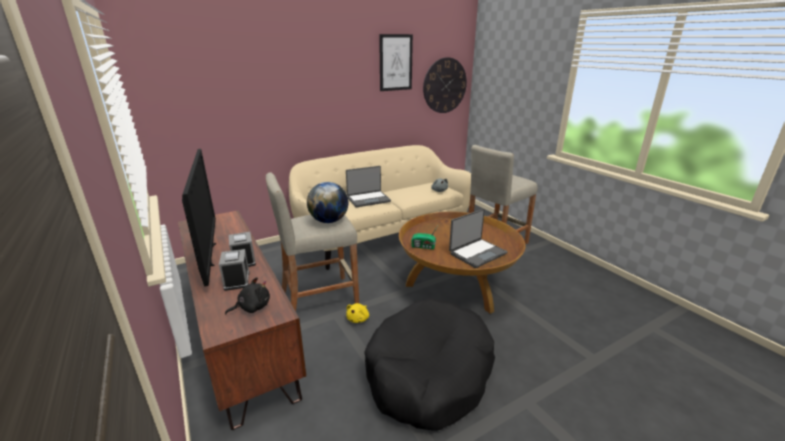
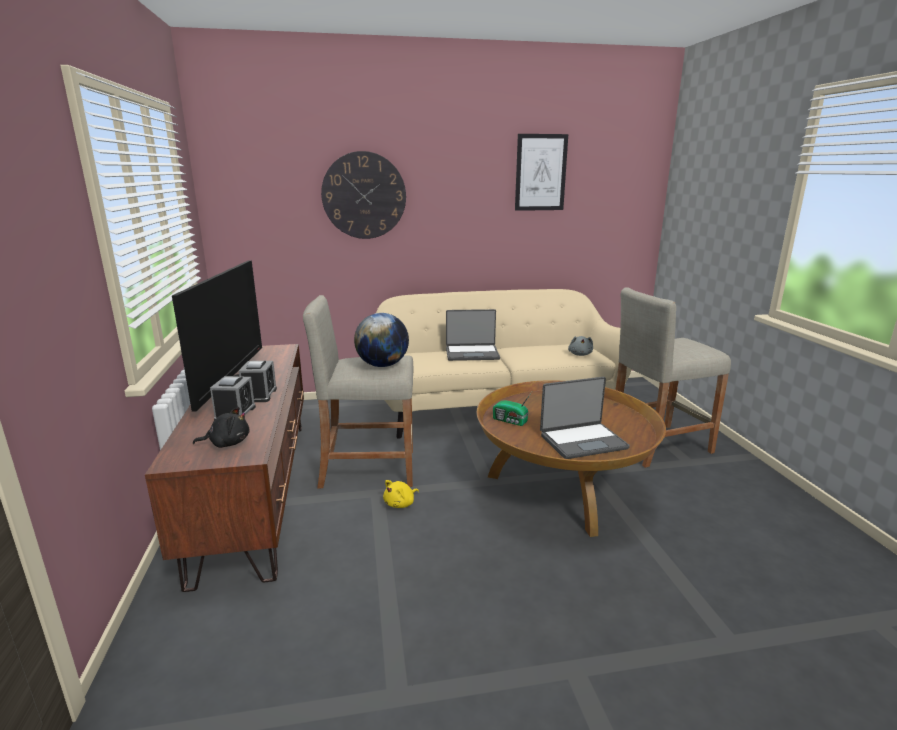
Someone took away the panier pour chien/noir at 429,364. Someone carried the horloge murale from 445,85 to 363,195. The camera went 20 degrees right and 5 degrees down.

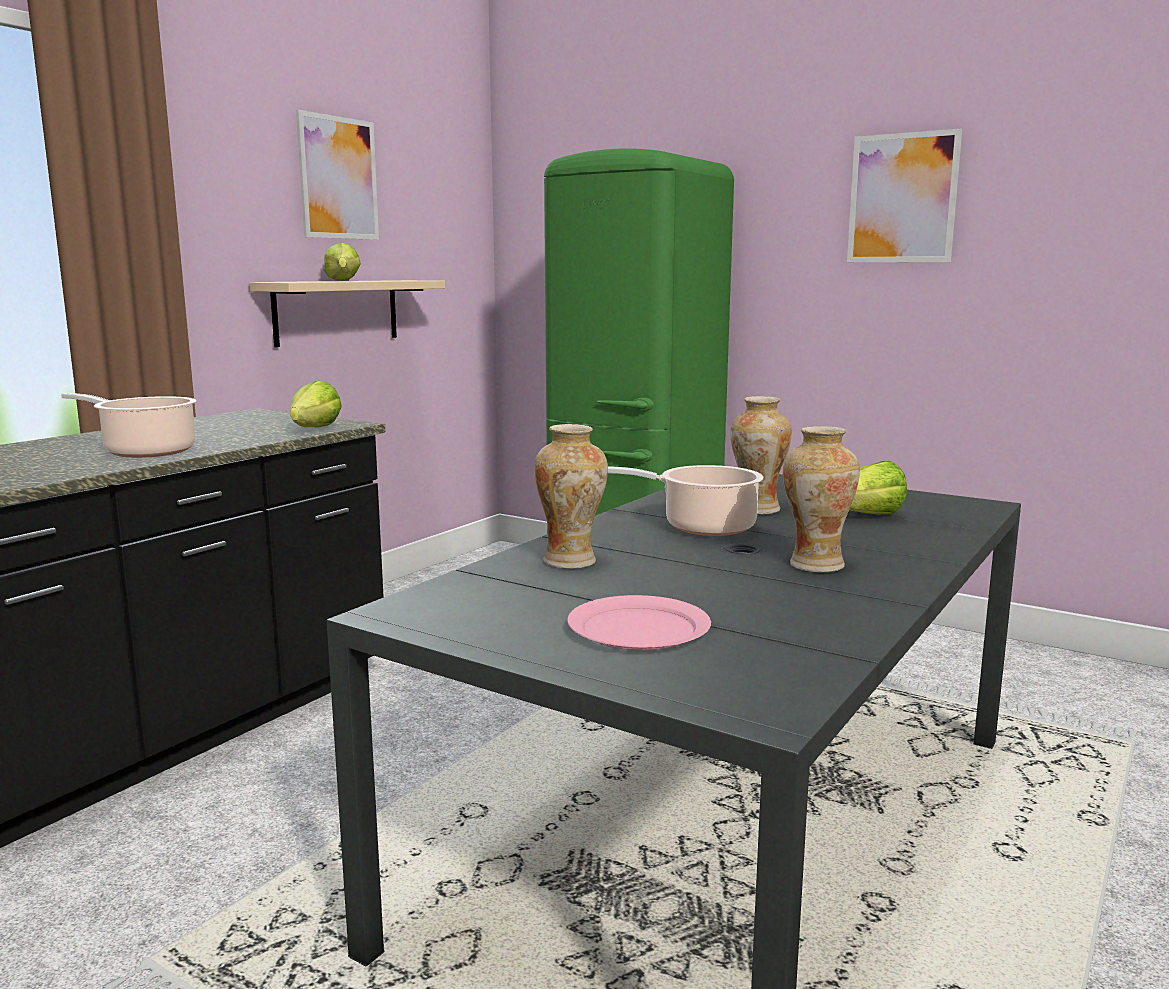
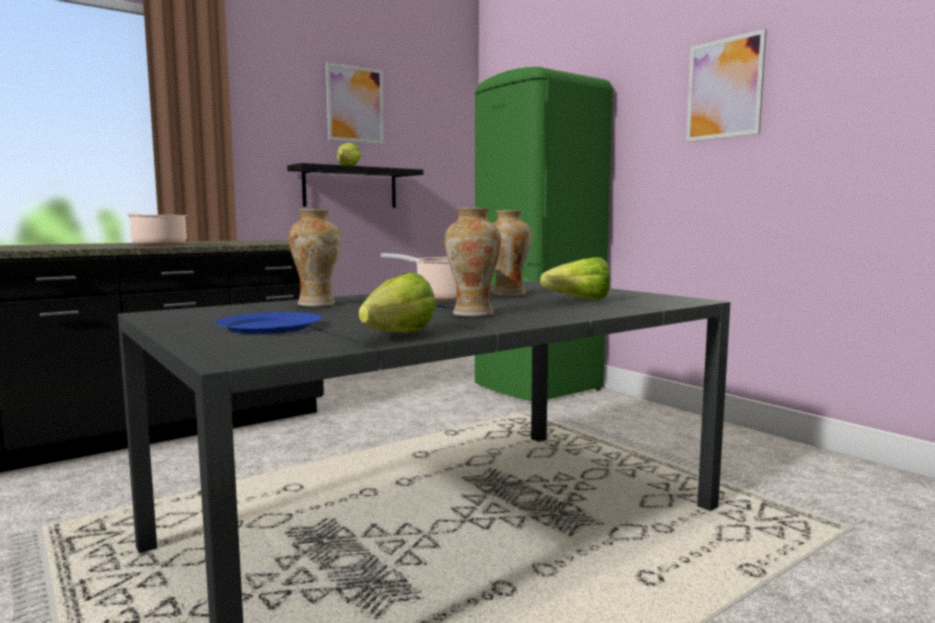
Someone repainted the étagère/beige at 347,313, which became the étagère/noir at 355,185. Someone carried the laitue from 316,404 to 397,302. Someone repainted the assiette/rose at 639,623, which became the assiette/bleu at 269,323. The camera went 20 degrees right and 5 degrees down.

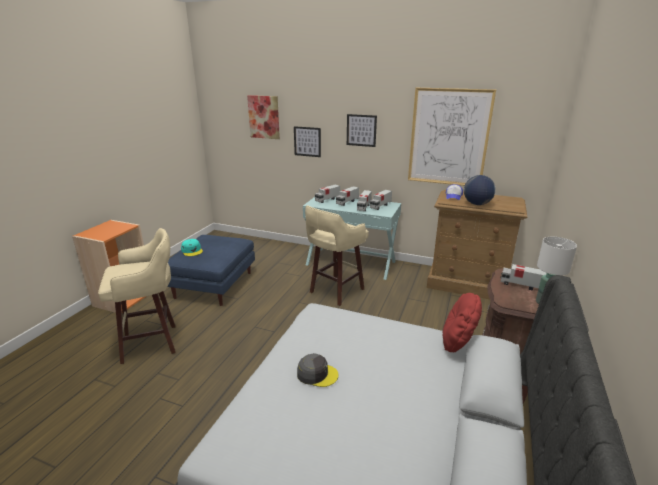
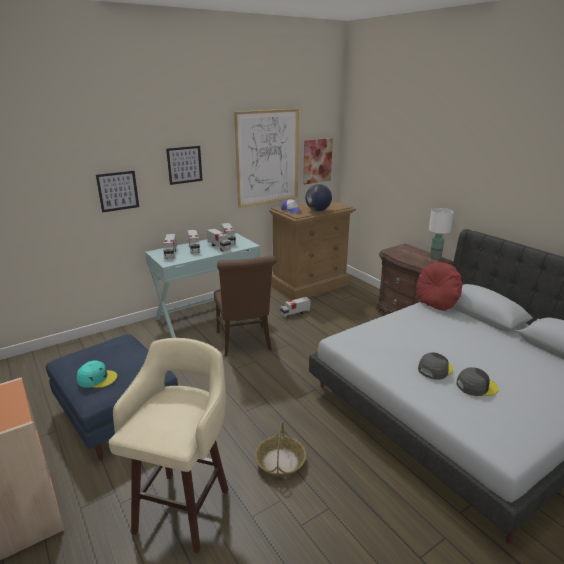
Someone carried the tableau from 263,117 to 318,161. Someone swapped the tabouret/beige at 337,256 for the chaise/marron at 245,306. Someone carried the camion jouet from 523,277 to 295,307. Someone put down the panier at 280,449. Someone put down the casquette/gris at 477,381. The camera went 55 degrees left and 0 degrees up.

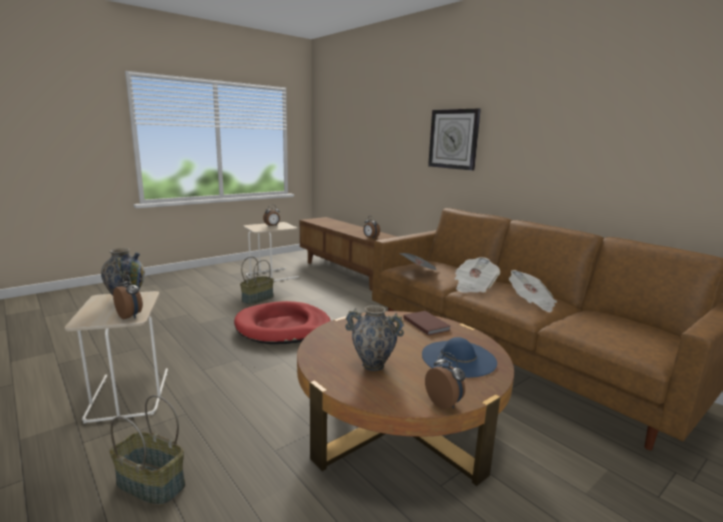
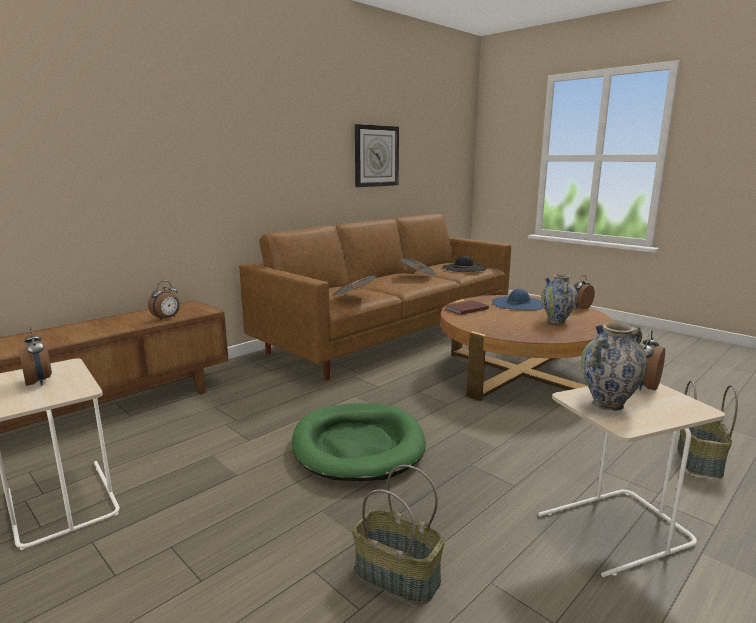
Someone repainted the panier pour chien/rouge at 282,322, which became the panier pour chien/vert at 359,442. Someone carried the panier from 257,281 to 398,535. Someone carried the horloge murale from 454,140 to 377,155. Someone took away the journal at 477,275. Someone put down the chapeau/noir at 464,264. The camera went 95 degrees left and 0 degrees up.

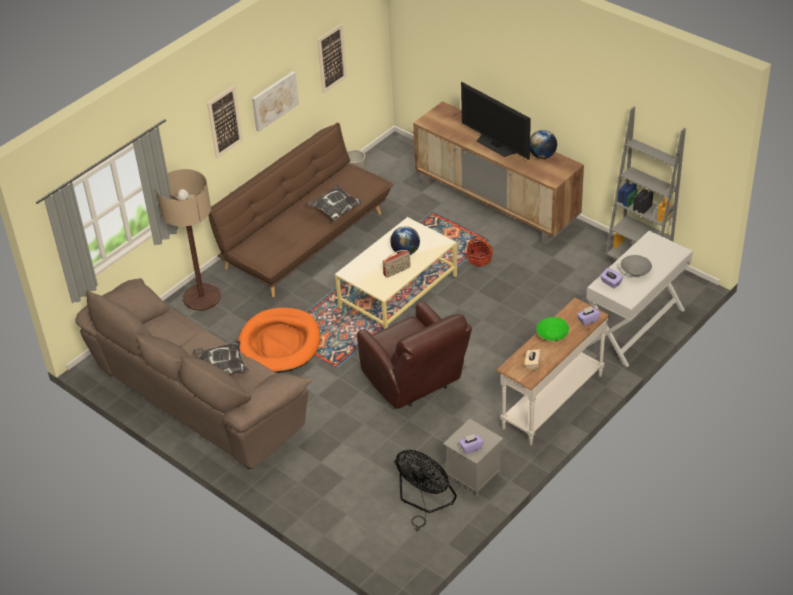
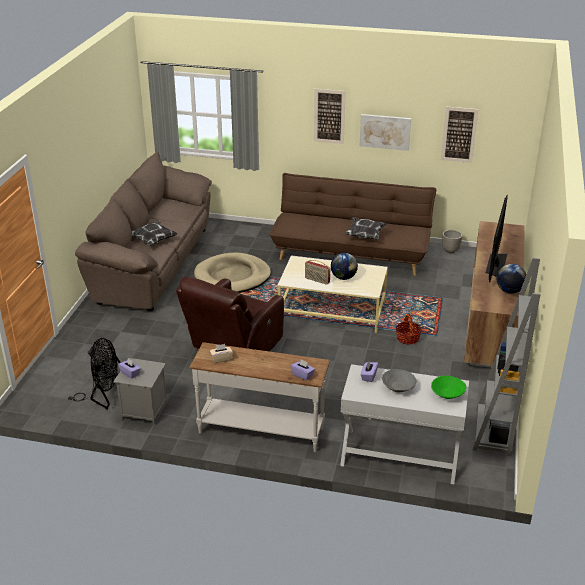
Someone took away the lampadaire at 188,240. Someone repainted the panier pour chien/orange at 279,340, which became the panier pour chien/beige at 232,273. Someone carried the bol/vert from 552,329 to 448,387. The camera went 60 degrees right and 10 degrees down.

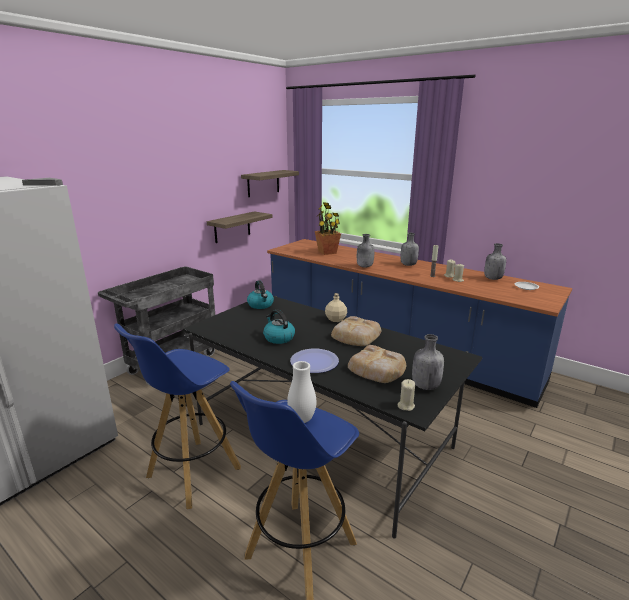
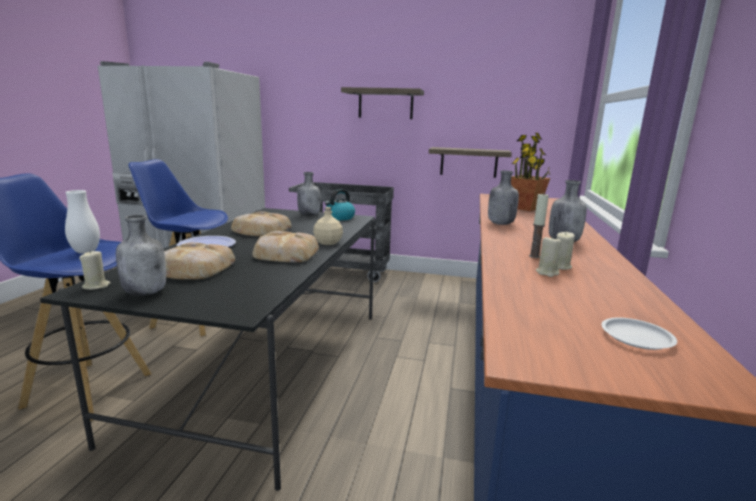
Someone carried the étagère from 270,183 to 382,103. Someone swapped the bouilloire at 279,327 for the pain at 261,223. Someone carried the bouteille/gris from 495,261 to 308,194. The camera went 65 degrees right and 5 degrees down.

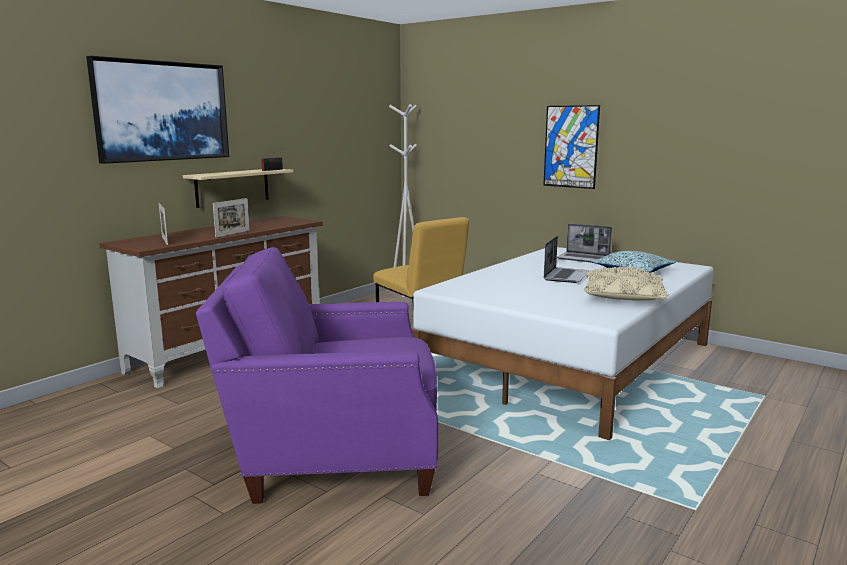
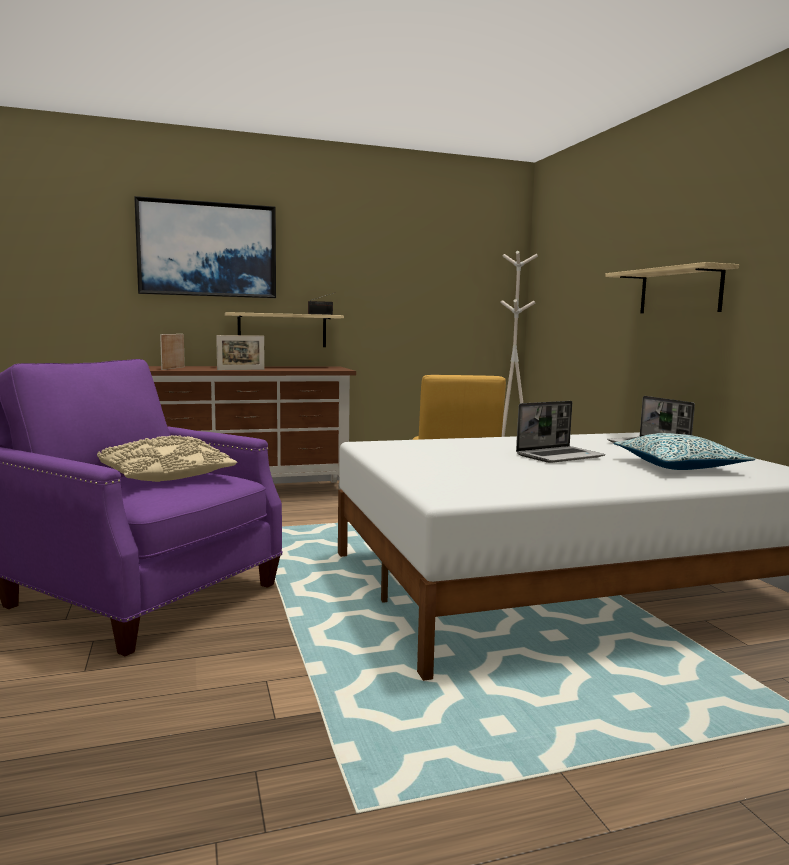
Someone swapped the tableau at 571,147 for the étagère at 672,287. Someone carried the coussin/beige from 626,283 to 167,458. The camera went 35 degrees right and 5 degrees down.

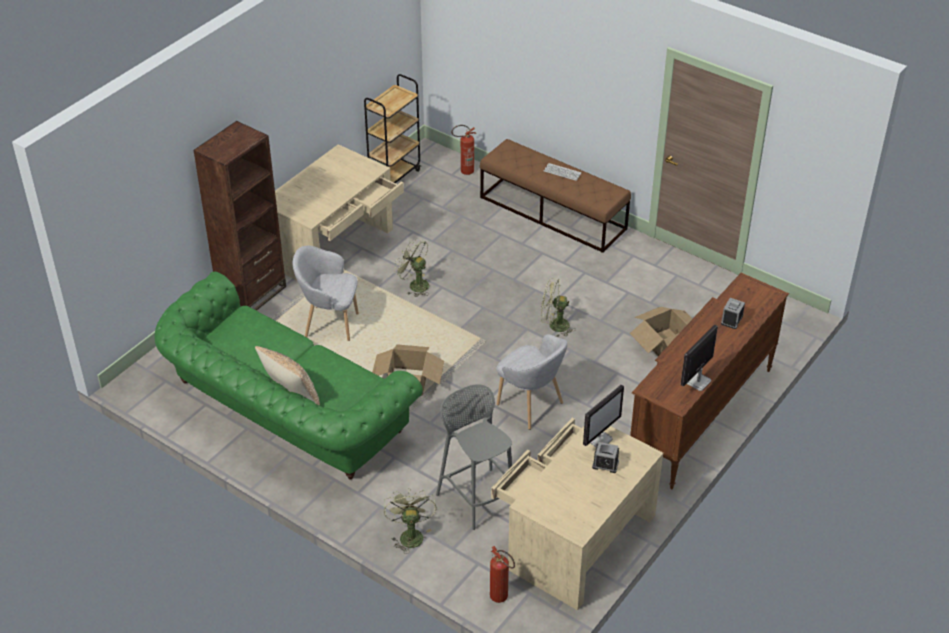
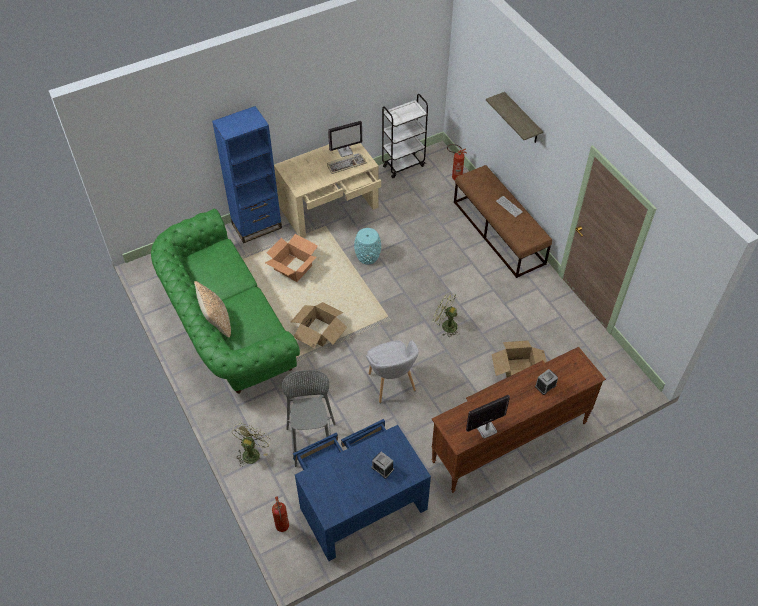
Someone repainted the bibliothèque/marron at 239,216, which became the bibliothèque/bleu at 247,174. Someone swapped the fauteuil/gris at 326,293 for the carton at 291,258. Someone repainted the chariot/marron at 392,128, which became the chariot/blanc at 405,136. Someone swapped the ventilateur/vert at 411,267 for the tabouret/turquoise at 367,246. Someone repainted the bureau/beige at 577,514, which became the bureau/bleu at 362,490. Someone carried the écran d'ordinateur from 603,416 to 345,139. Someone put down the clavier at 347,163. Someone put up the étagère at 514,117. The camera went 25 degrees right and 10 degrees up.

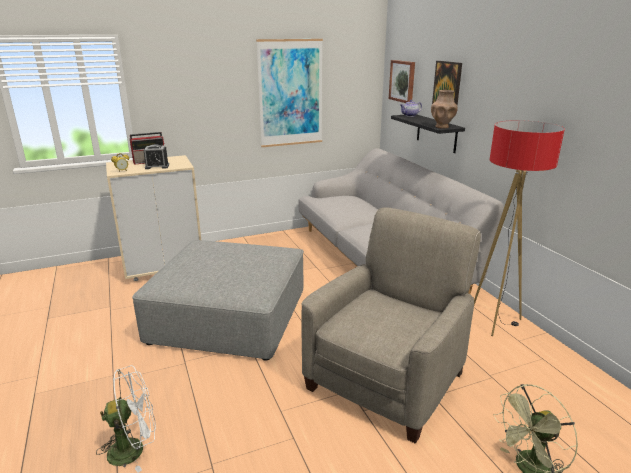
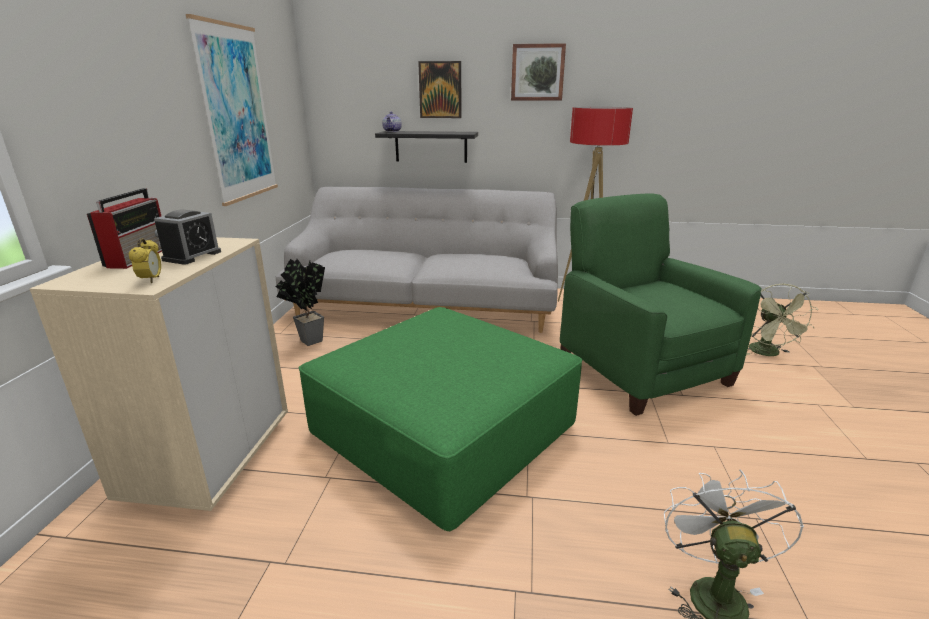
Someone repainted the pouf/gris at 218,300, which became the pouf/vert at 440,419. Someone repainted the fauteuil/beige at 391,325, which became the fauteuil/vert at 661,305. Someone carried the tableau from 402,81 to 538,71. Someone took away the vase/marron at 444,109. Someone put down the plante en pot at 300,302. The camera went 60 degrees left and 0 degrees up.

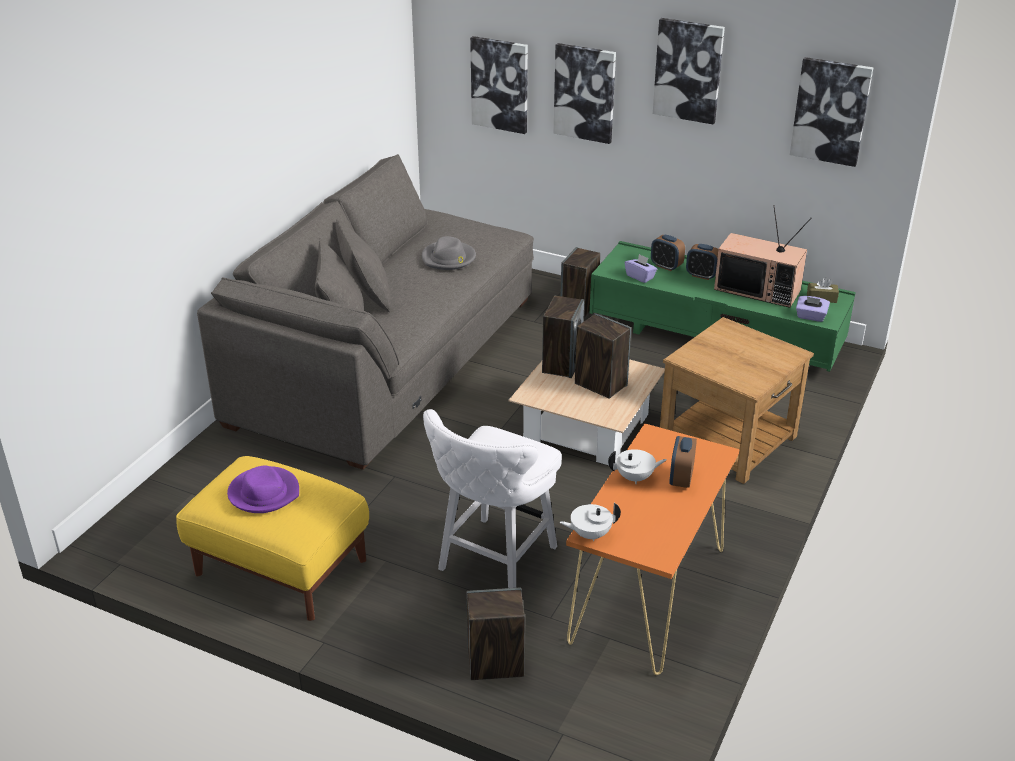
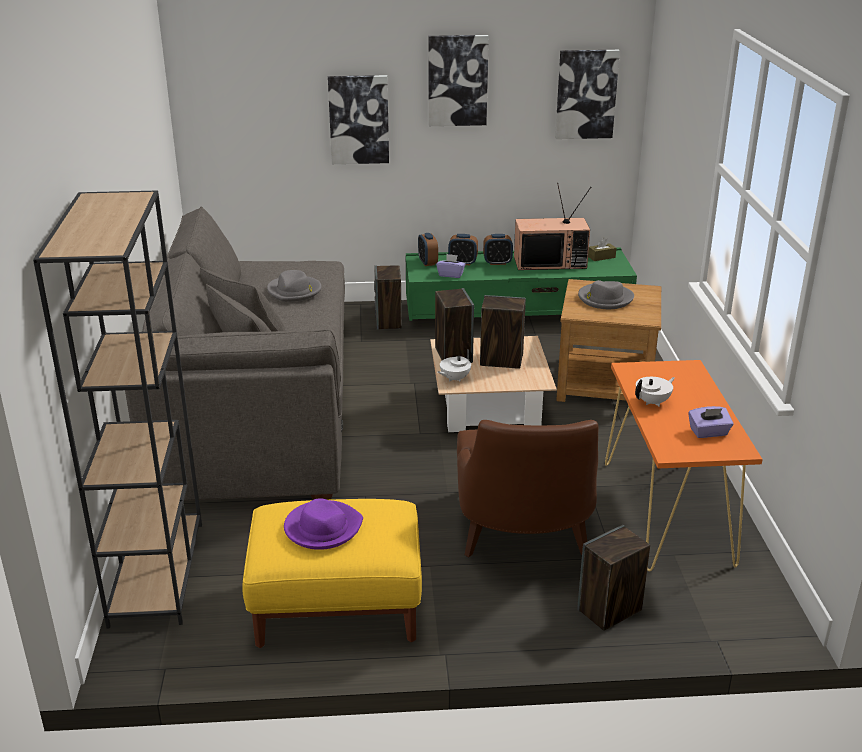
Someone swapped the tabouret/blanc at 492,498 for the fauteuil/marron at 528,488. Someone took away the tableau at 499,85. Someone carried the théière/blanc from 590,522 to 454,365. Someone carried the réveil from 683,462 to 428,249. Someone carried the boîte à mouchoirs/violet from 813,309 to 711,422. Someone put down the bibliothèque at 117,409. Someone put down the chapeau/gris at 606,294. The camera went 30 degrees left and 5 degrees down.

